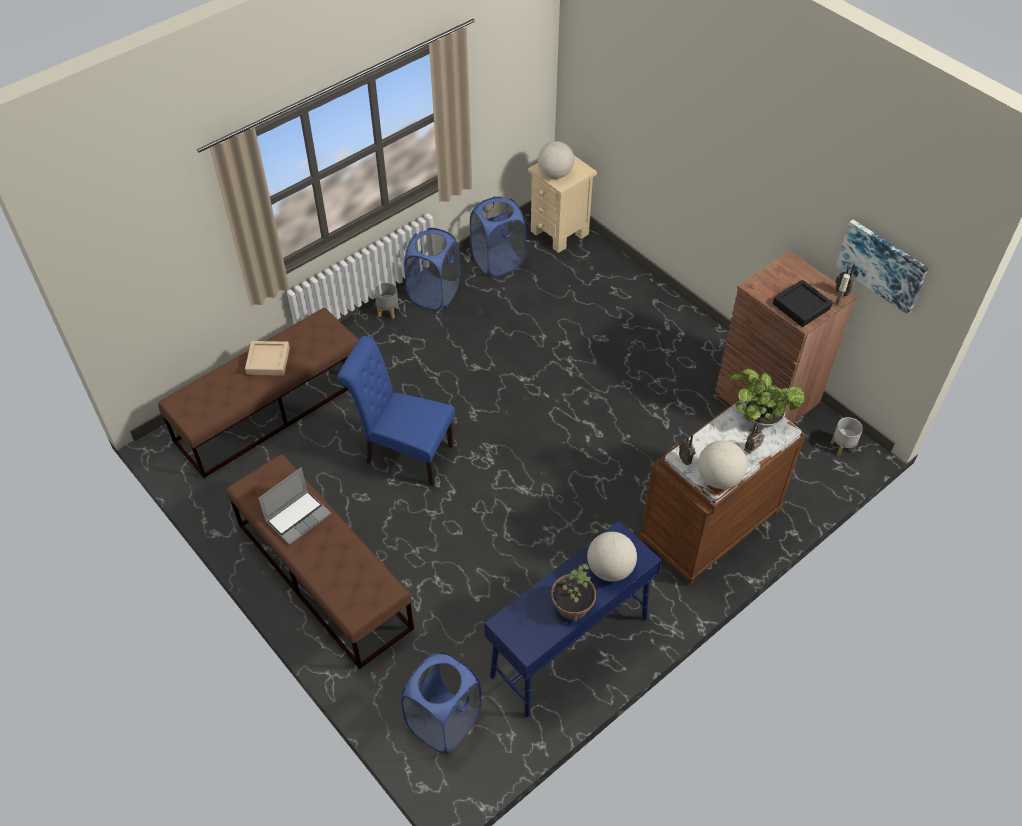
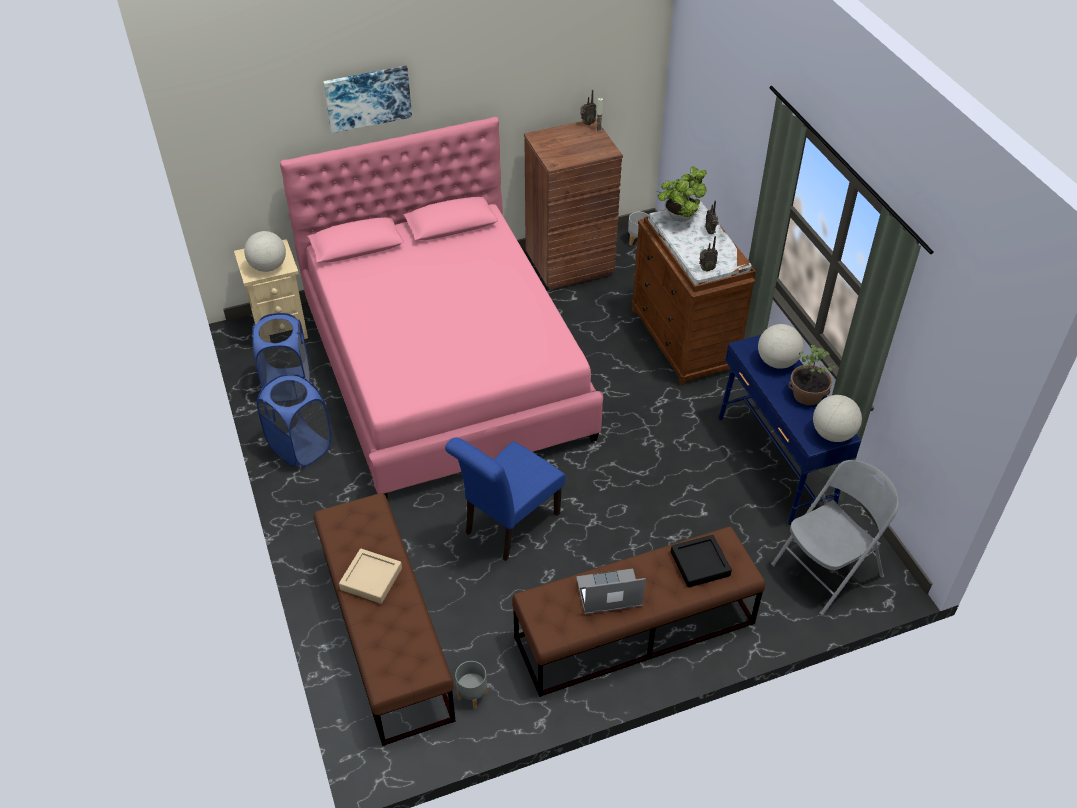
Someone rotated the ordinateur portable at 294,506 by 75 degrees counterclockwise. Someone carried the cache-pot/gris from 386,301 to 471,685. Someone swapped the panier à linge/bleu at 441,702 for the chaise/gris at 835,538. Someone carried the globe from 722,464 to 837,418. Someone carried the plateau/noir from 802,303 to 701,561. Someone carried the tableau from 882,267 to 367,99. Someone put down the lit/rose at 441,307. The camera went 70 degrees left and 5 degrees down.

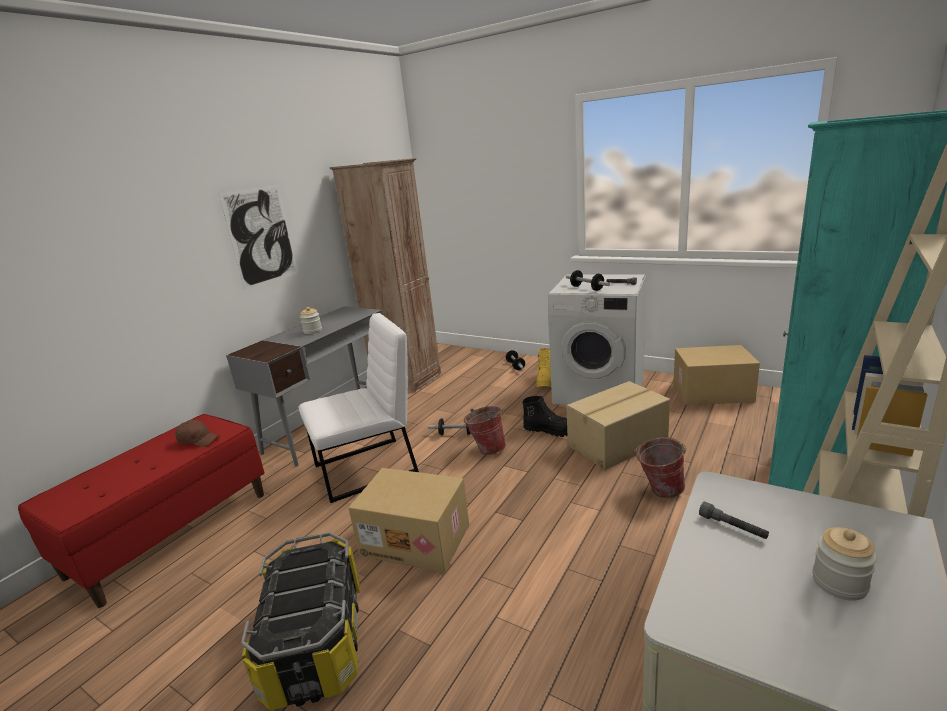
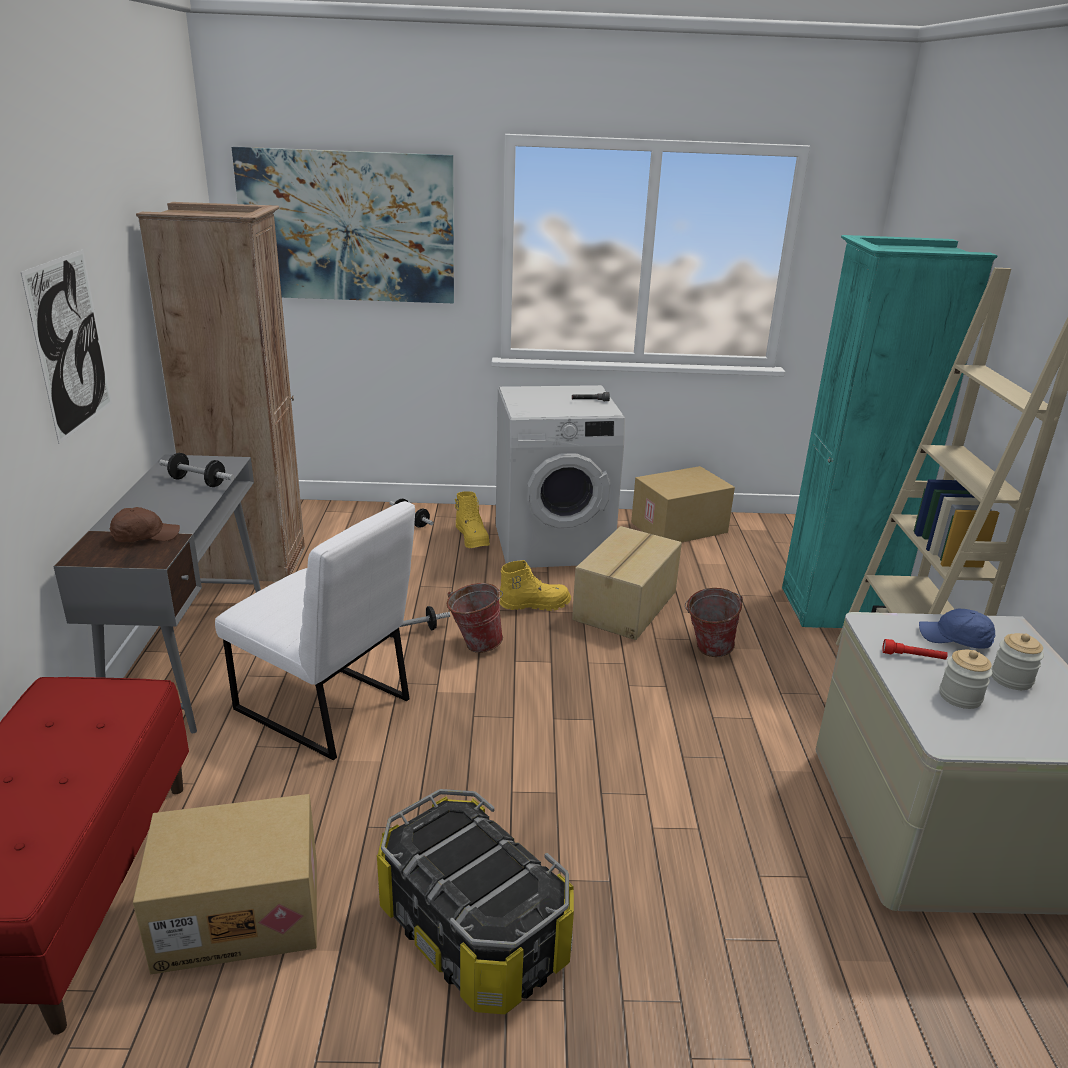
Someone carried the casquette/marron from 197,433 to 145,524. Someone rotated the chaise/blanc at 359,408 by 90 degrees clockwise. Someone carried the bocal from 311,320 to 965,679. Someone carried the carton from 408,520 to 225,884. Someone repainted the botte/noir at 544,416, which became the botte/jaune at 535,585. Someone carried the haltère from 588,280 to 197,470. Someone repainted the lampe de poche/gris at 734,520, which became the lampe de poche/rouge at 915,649. Someone put up the tableau at 343,225. Someone put down the casquette/bleu at 957,628. The camera went 35 degrees left and 5 degrees up.

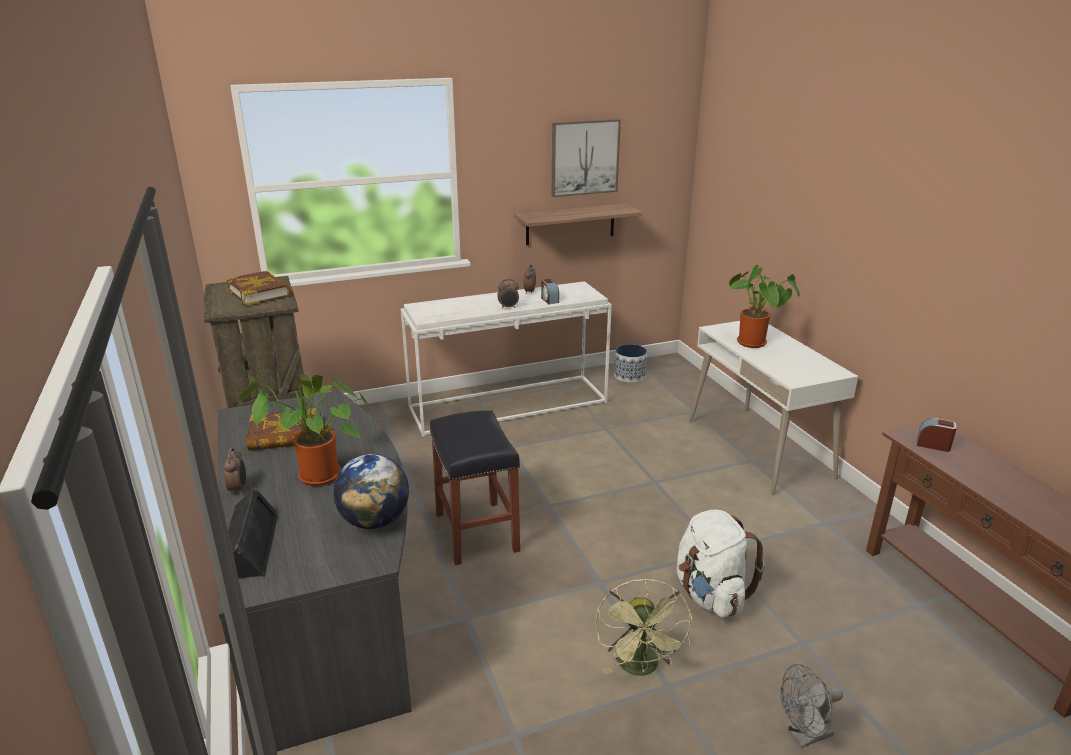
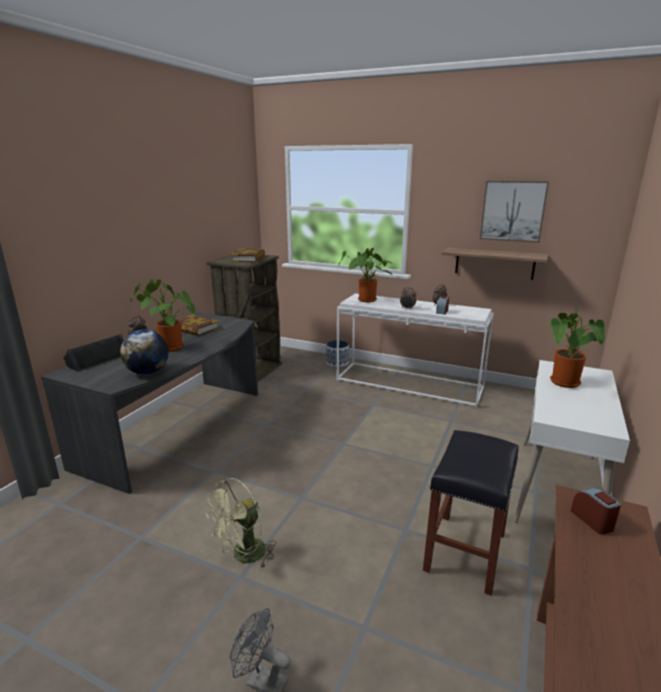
Someone carried the tabouret/noir from 475,487 to 471,513. Someone carried the cache-pot from 630,363 to 337,353. Someone took away the sac à dos/blanc at 721,564. Someone put down the plante en pot at 366,275. The camera went 45 degrees right and 5 degrees down.

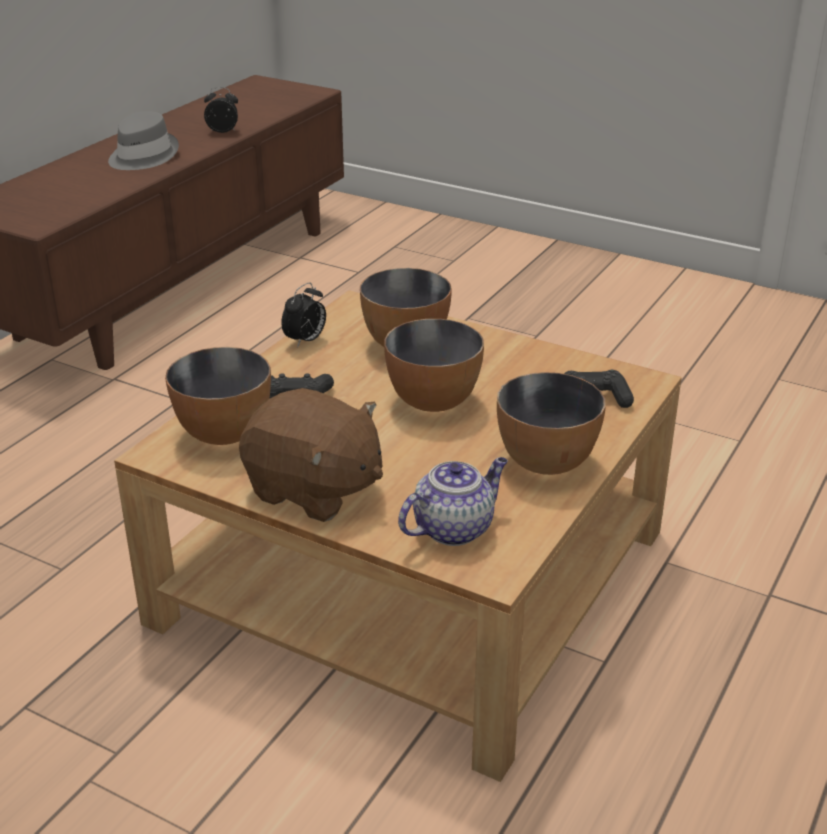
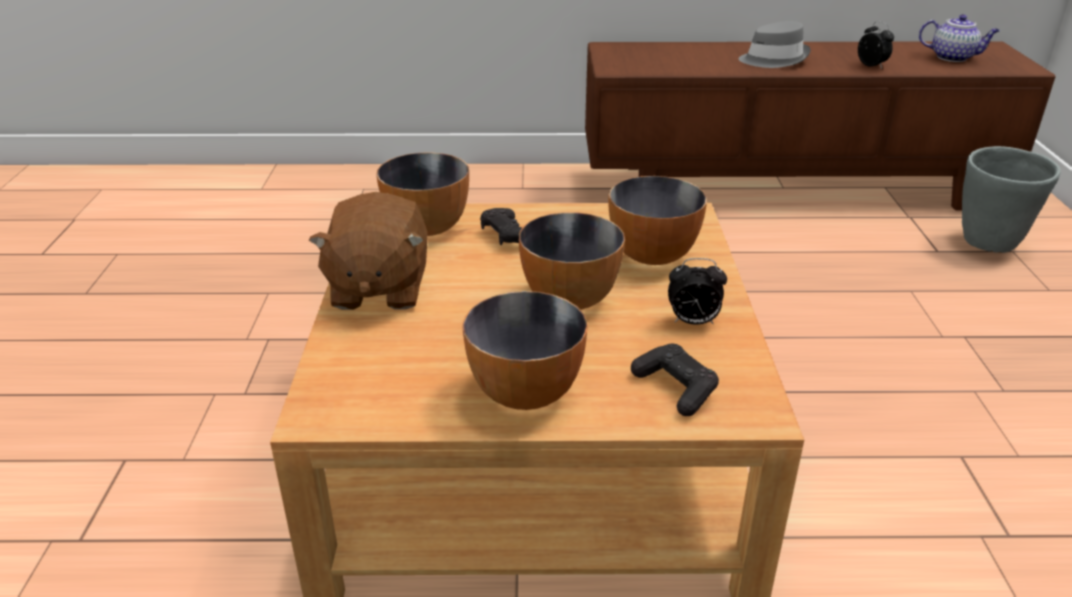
Someone carried the réveil from 303,315 to 697,291. Someone carried the théière from 453,501 to 959,38. Someone put down the cache-pot/gris at 1011,199. The camera went 60 degrees right and 0 degrees up.

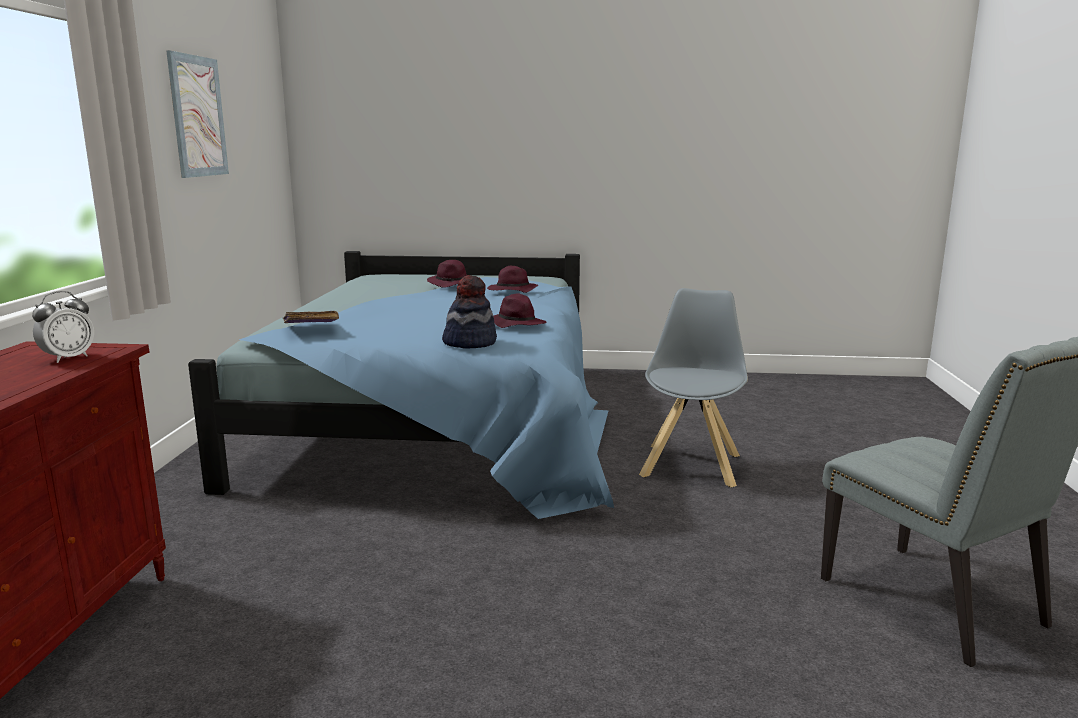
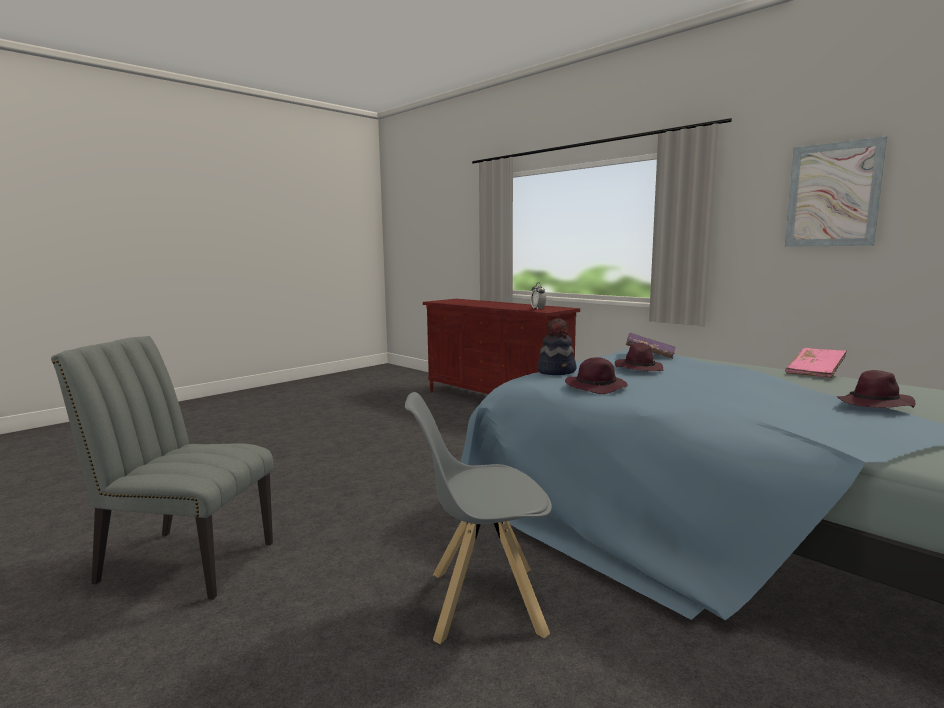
Someone carried the chapeau/violet from 513,279 to 639,357. Someone rotated the chaise/gris at 693,387 by 120 degrees clockwise. Someone put down the livre/rose at 816,363. The camera went 130 degrees right and 5 degrees down.

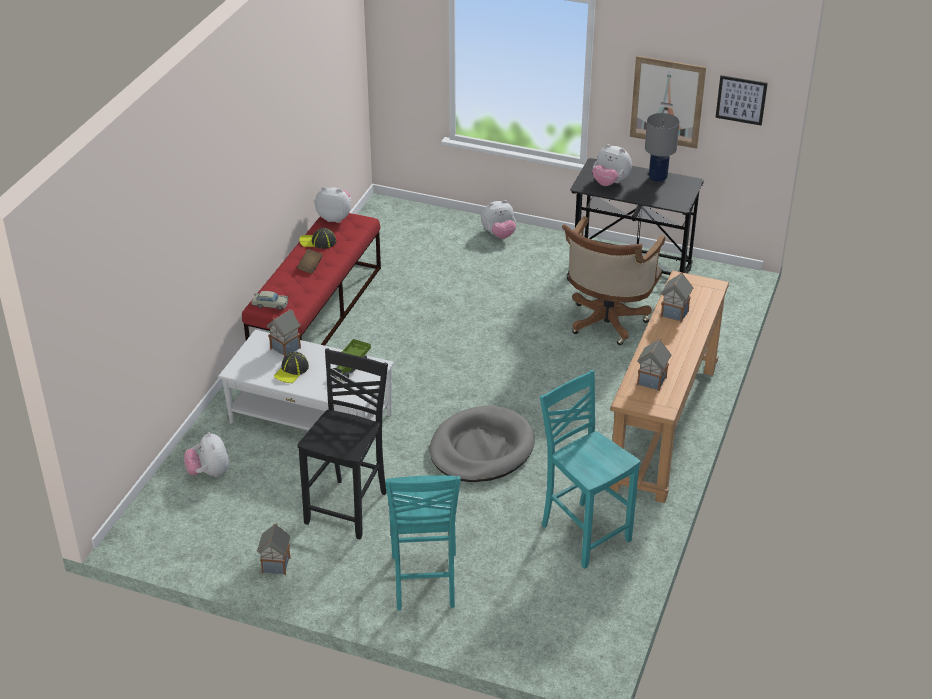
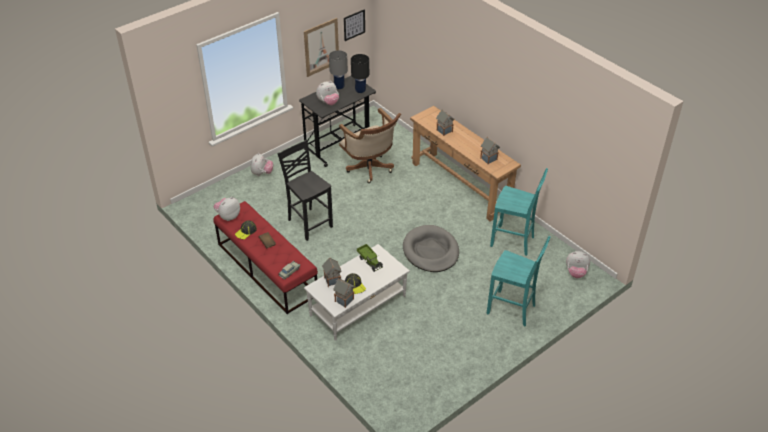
Someone carried the peluche from 206,454 to 578,264. Someone carried the maison miniature from 273,549 to 344,293. Someone carried the chaise/noir from 342,443 to 305,190. Someone rotated the chaise/turquoise at 590,469 by 150 degrees counterclockwise. Someone put down the lampe de table/noir at 360,73. The camera went 60 degrees left and 5 degrees up.

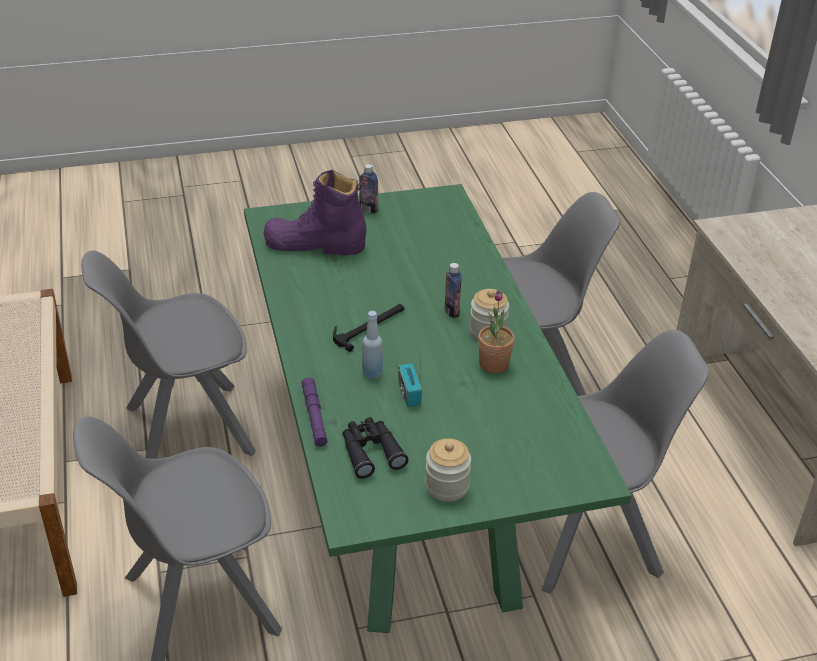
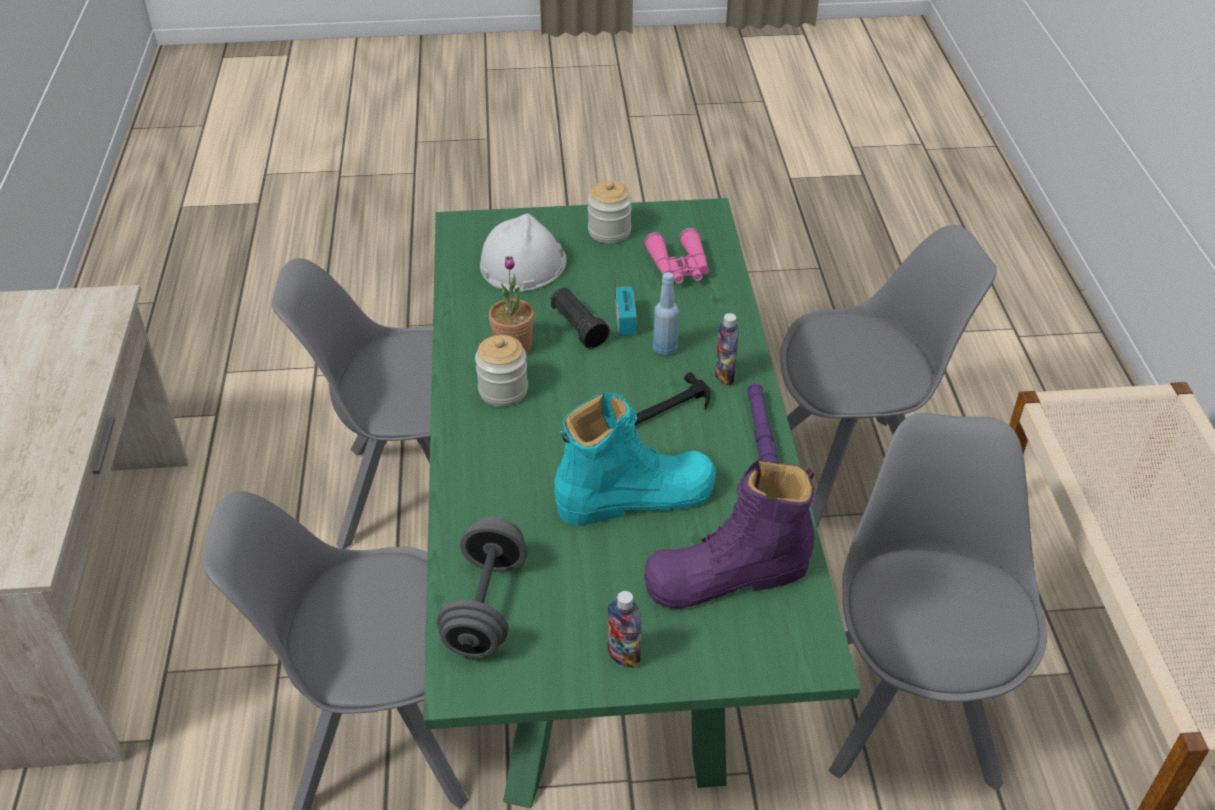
Someone rotated the chaise/gris at 168,354 by 75 degrees counterclockwise. Someone rotated the botte/violet at 315,212 by 150 degrees clockwise. Someone carried the lampe de poche/violet from 314,412 to 763,423. Someone repainted the jumelles/noir at 375,448, which became the jumelles/rose at 676,256. Someone carried the bouteille from 453,290 to 727,349. Someone put down the haltère/gris at 482,587. Someone put down the casque de chantier/blanc at 523,252. Someone put down the lampe de poche/noir at 580,318. Someone put down the botte/turquoise at 635,458. The camera went 170 degrees left and 5 degrees up.

